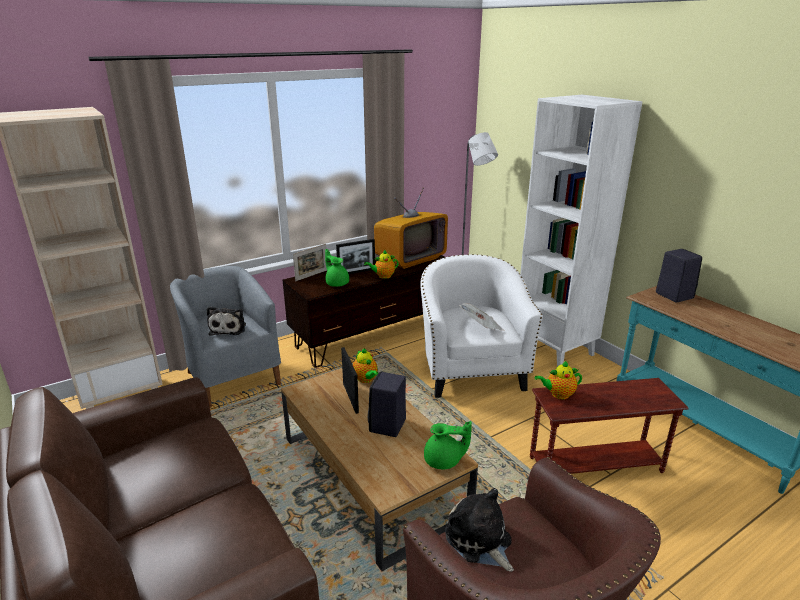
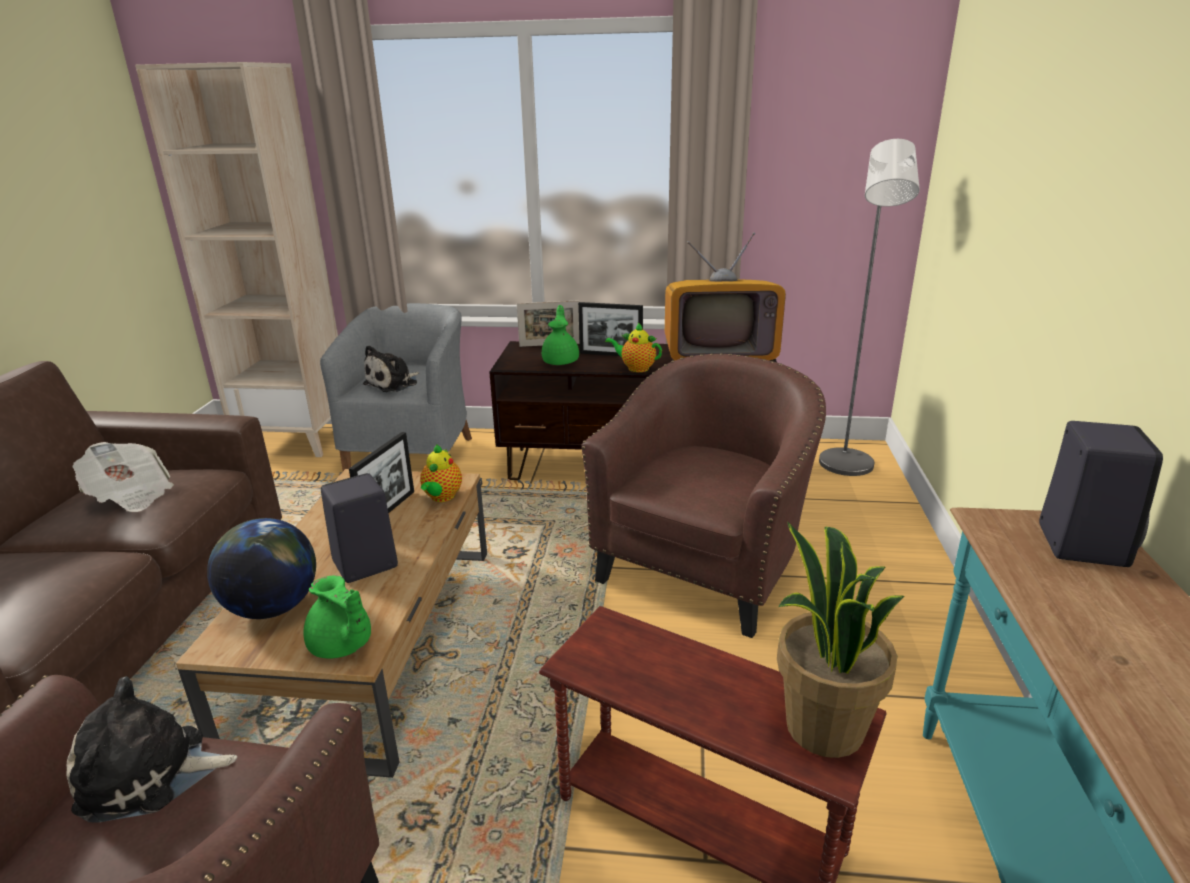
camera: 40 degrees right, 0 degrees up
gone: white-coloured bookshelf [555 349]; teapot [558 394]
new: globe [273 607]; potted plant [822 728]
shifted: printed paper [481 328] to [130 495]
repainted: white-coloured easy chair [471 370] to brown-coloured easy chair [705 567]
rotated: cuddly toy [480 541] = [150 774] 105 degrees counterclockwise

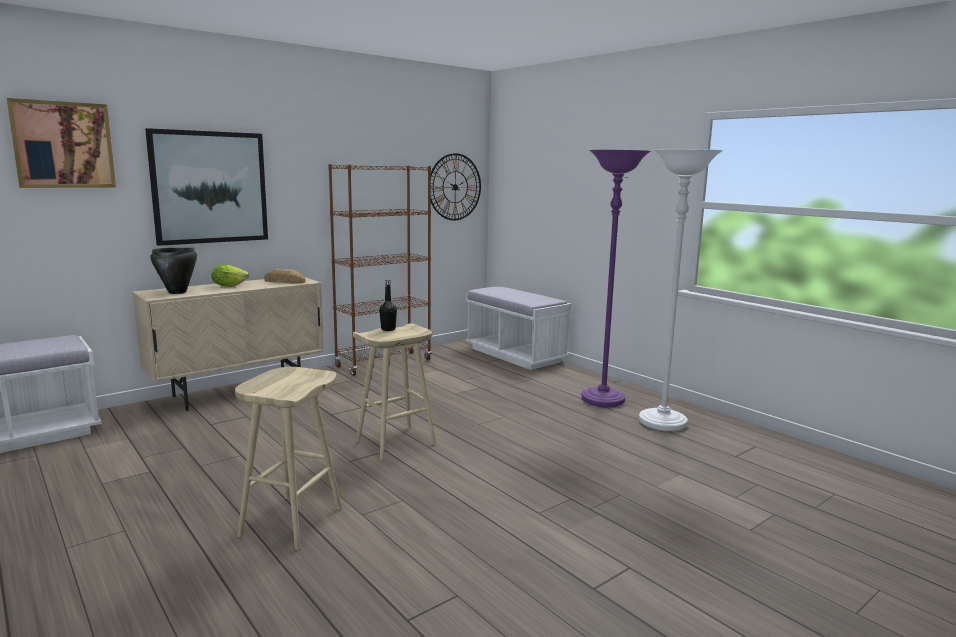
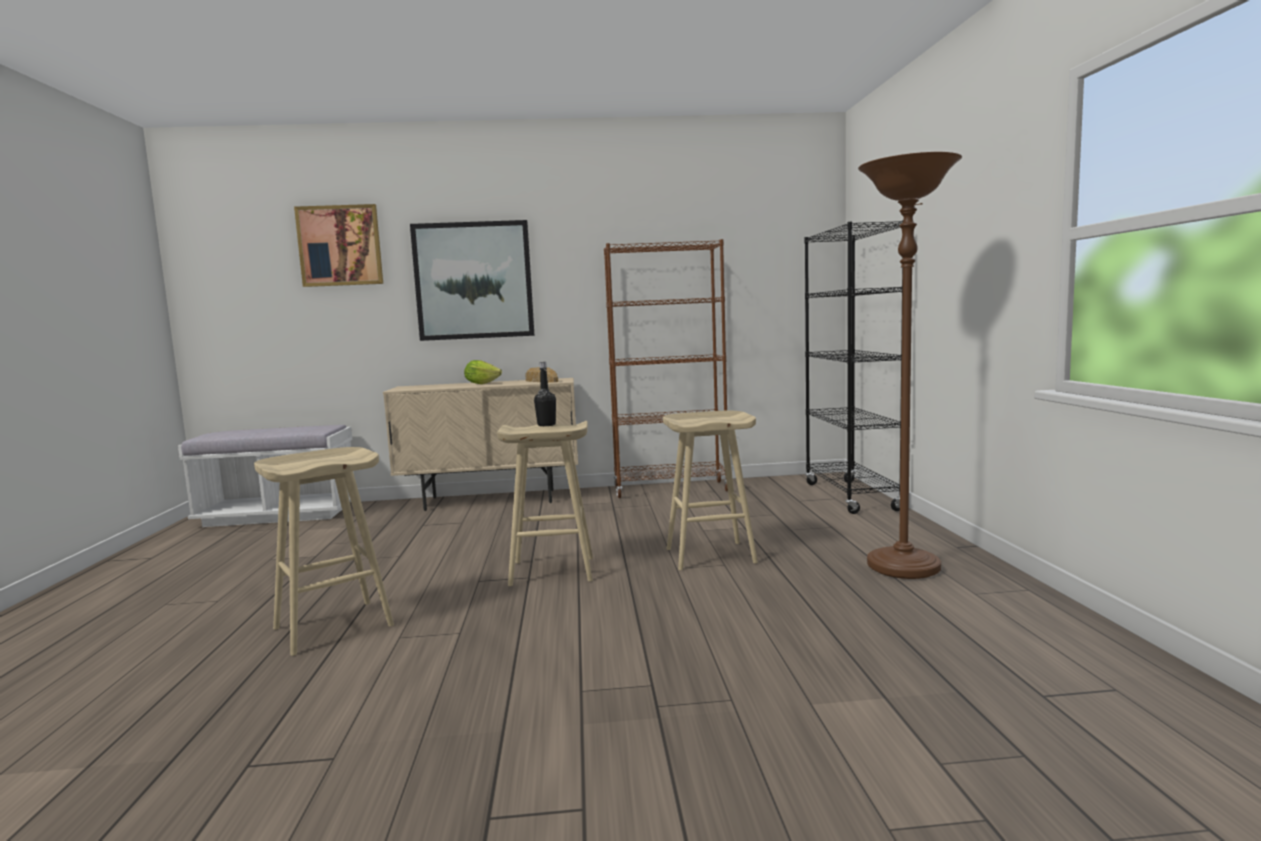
camera: 35 degrees right, 5 degrees down
gone: black-coloured saucepot [177 292]; hanging clock [455 187]; white-coloured standing lamp [662 423]
new: beige-coloured stool seat [711 555]
swapped: white-coloured bench [515 355] to black-coloured bookshelf [851 497]
repainted: purple standing lamp [603 400] to brown-coloured standing lamp [903 567]

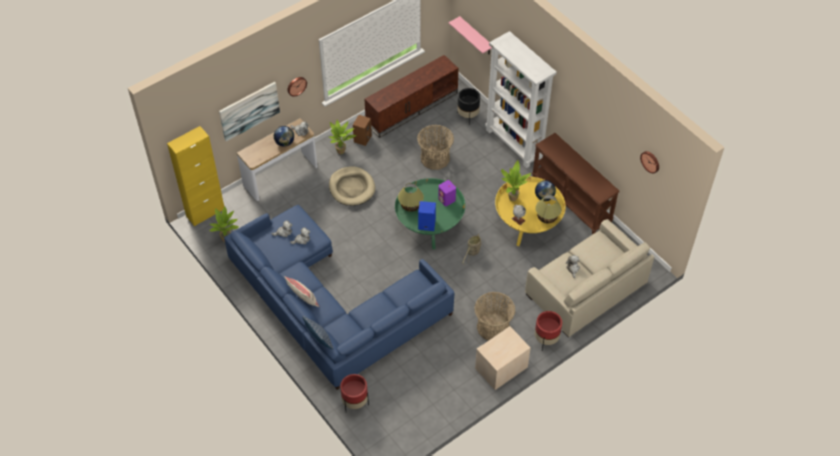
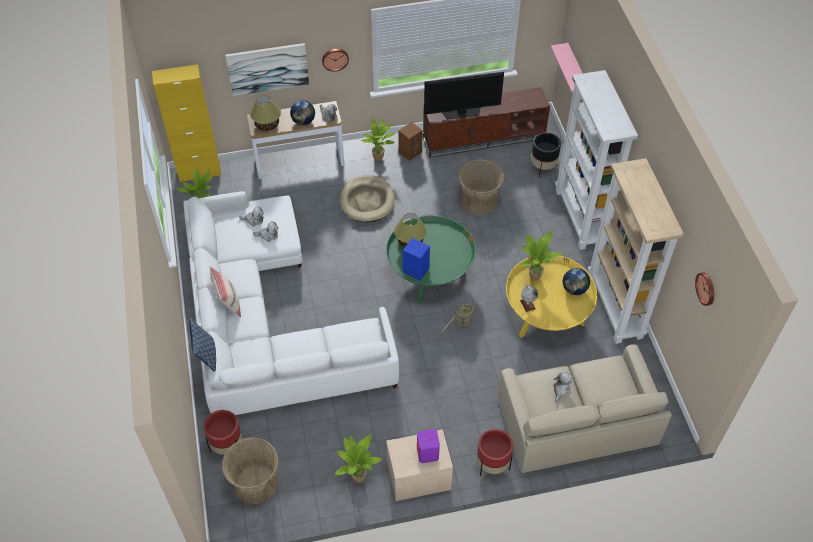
camera: 25 degrees right, 0 degrees up
new: potted plant [357 476]; TV set [462 112]
shifted: purple speaker [447 199] to [427 453]; household basket [493 327] to [256 483]; lamp for a table [547 217] to [267 125]
swapped: brown-coloured hall table [572 200] to beige-coloured bookshelf [615 307]
repainted: blue sofa [329 304] to white-coloured sofa [267 320]

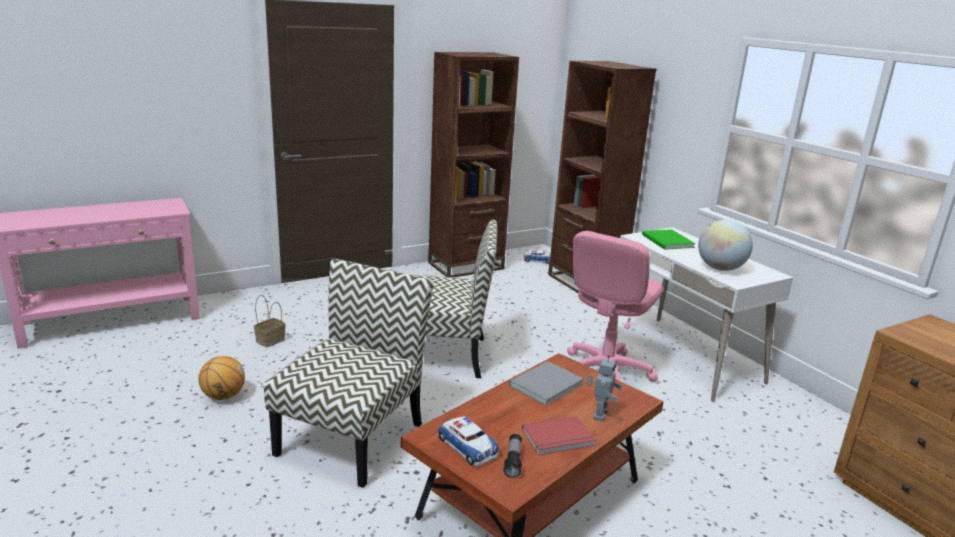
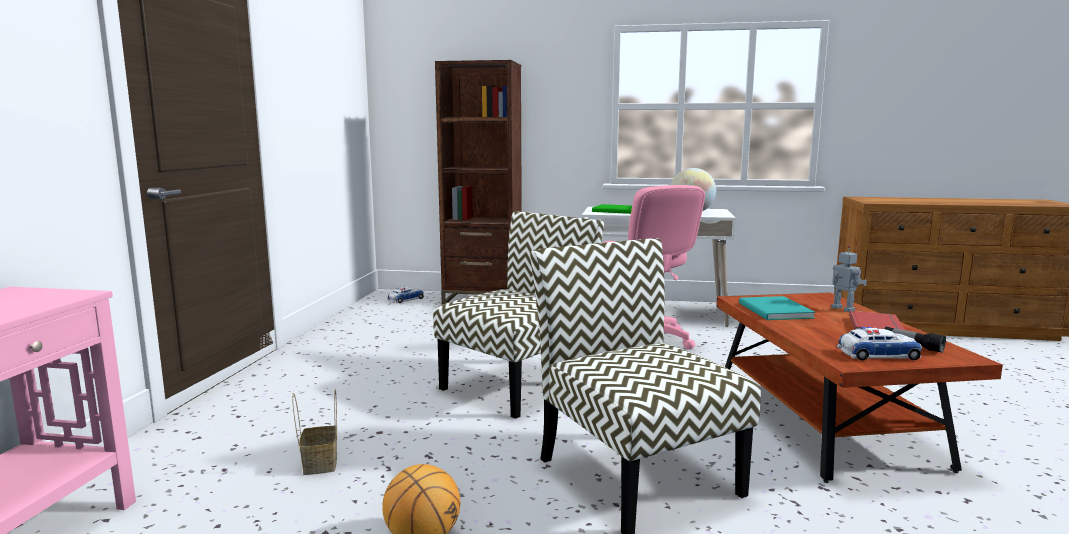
camera: 50 degrees left, 10 degrees down
gone: brown-coloured bookshelf [466 266]
repainted: gray volume [543 384] to turquoise volume [774 311]

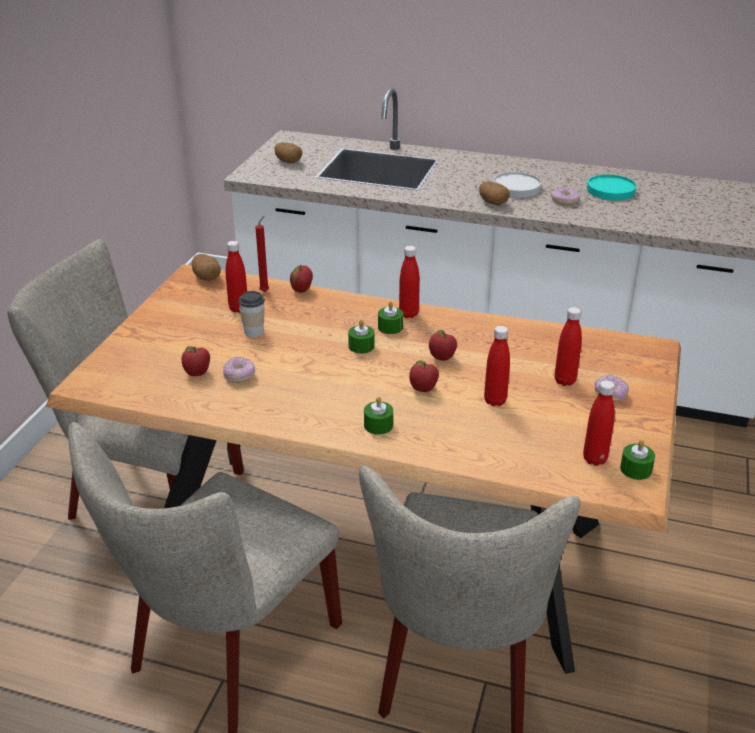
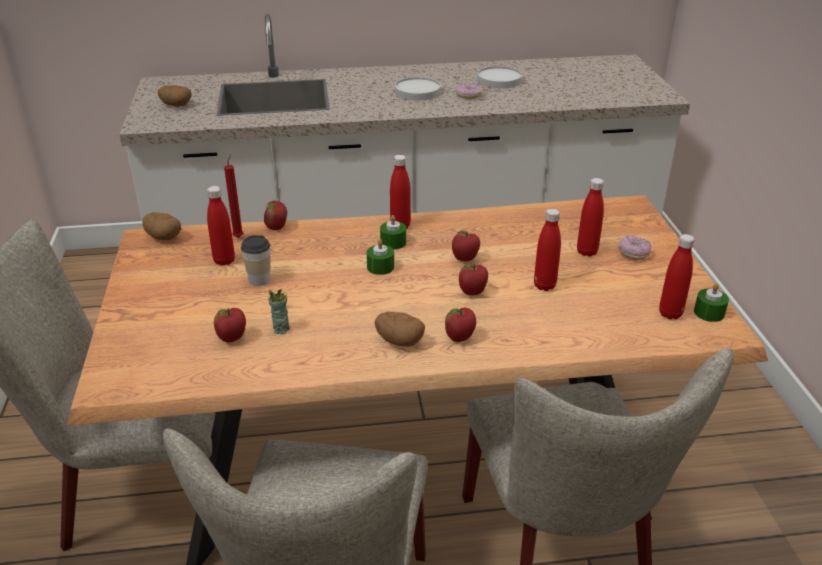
camera: 25 degrees left, 0 degrees up
shifted: potato [493 203] to [399 341]
swapped: ring doughnut [239 376] to cup [281 329]; green candle [378 425] to whole apple [460 338]
repainted: turquoise dinner plate [611 190] to white-coloured dinner plate [499 80]

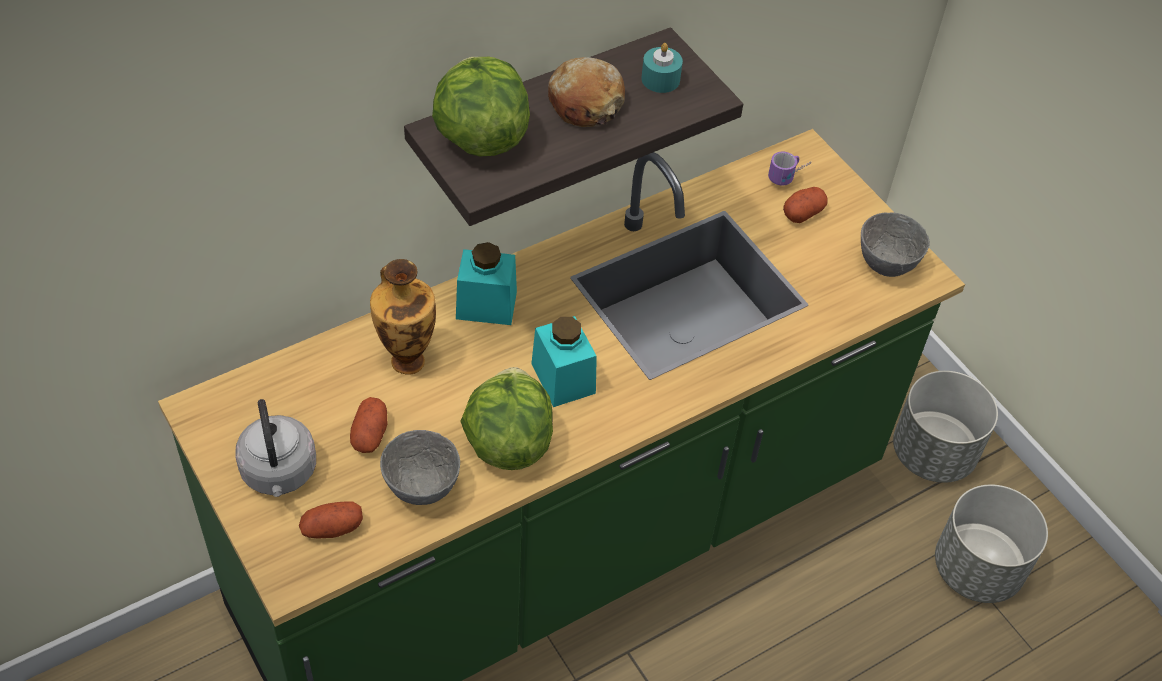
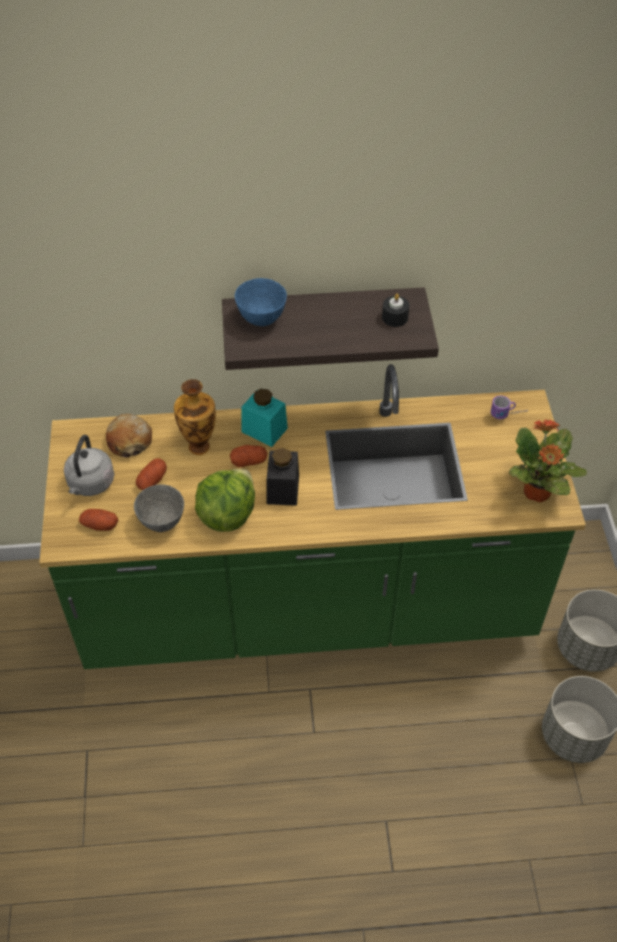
camera: 30 degrees right, 0 degrees up
shifted: baked bread [585 103] to [129 441]; potato [803 213] to [249 461]
swapped: lettuce head [480 137] to blue serving bowl [260 319]; gray serving bowl [885 265] to potted plant [536 493]
repainted: turquoise jar [563 378] to black-coloured jar [283 489]; turquoise candle [660 79] to black-coloured candle [395 317]

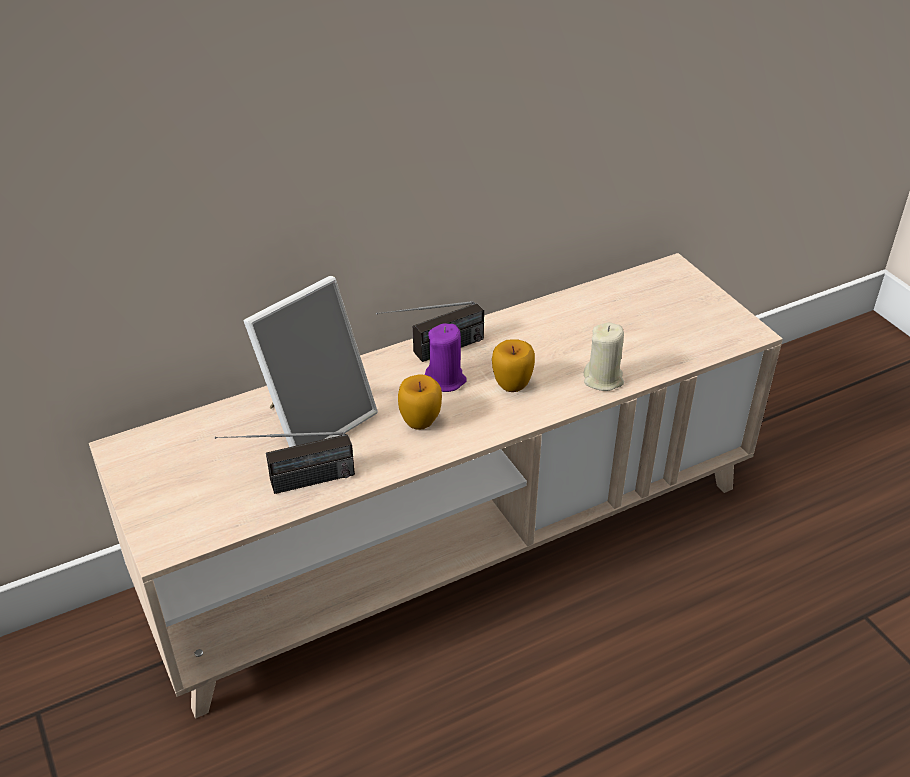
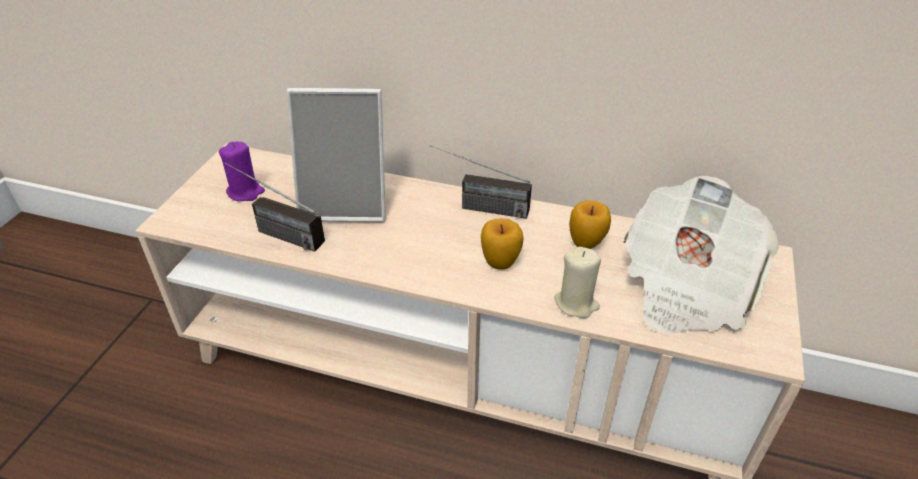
camera: 45 degrees right, 0 degrees up
new: printed paper [686 286]
shifted: whole apple [420 422] to [586 243]; purple candle [445 380] to [245 192]

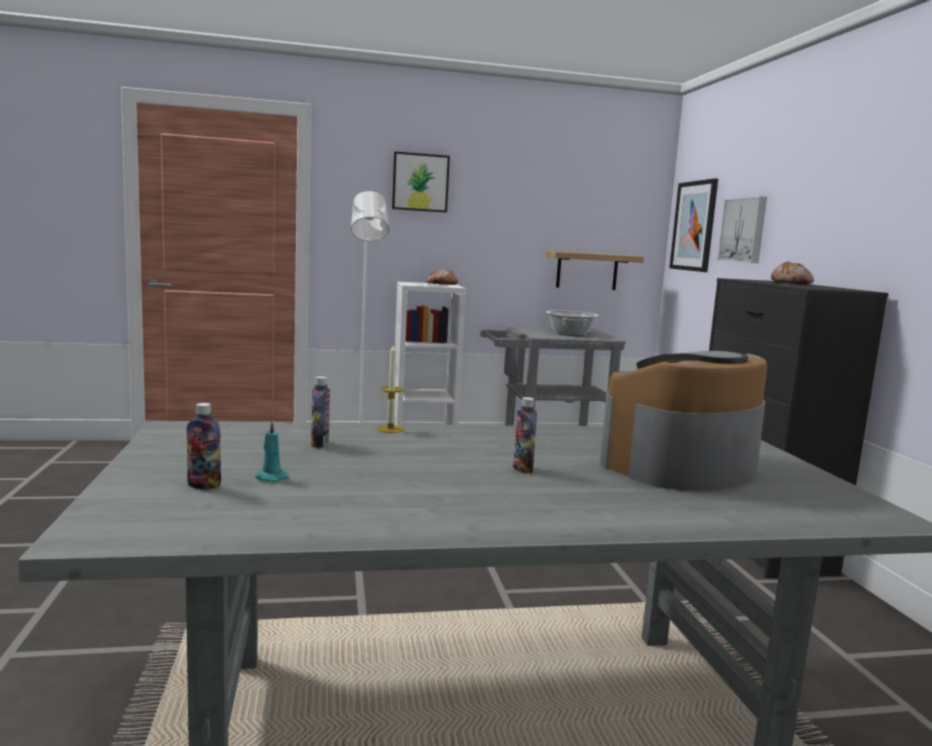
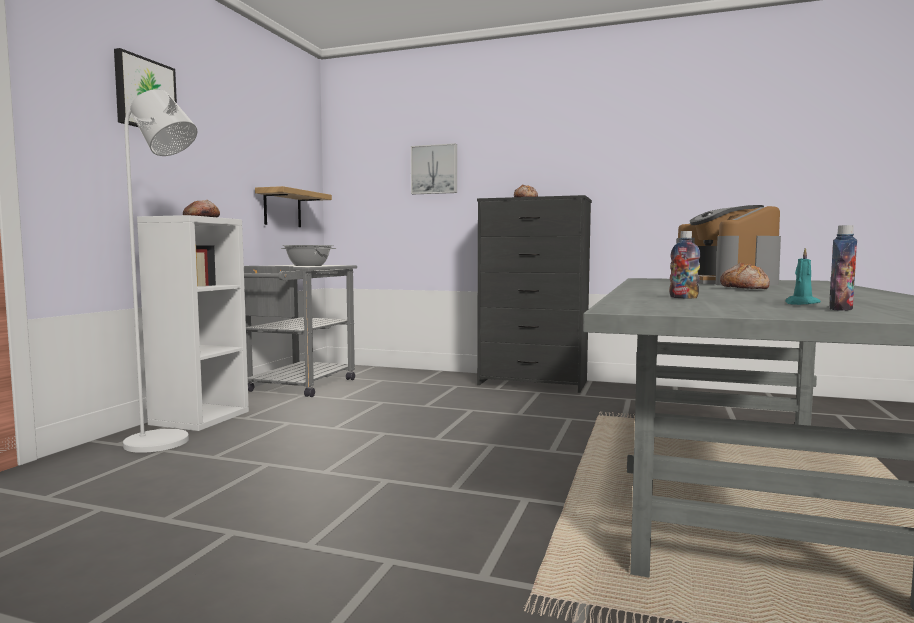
camera: 60 degrees left, 5 degrees down
gone: candle [390 429]; picture [694 226]
swapped: drink bottle [522 469] to baked bread [744 289]

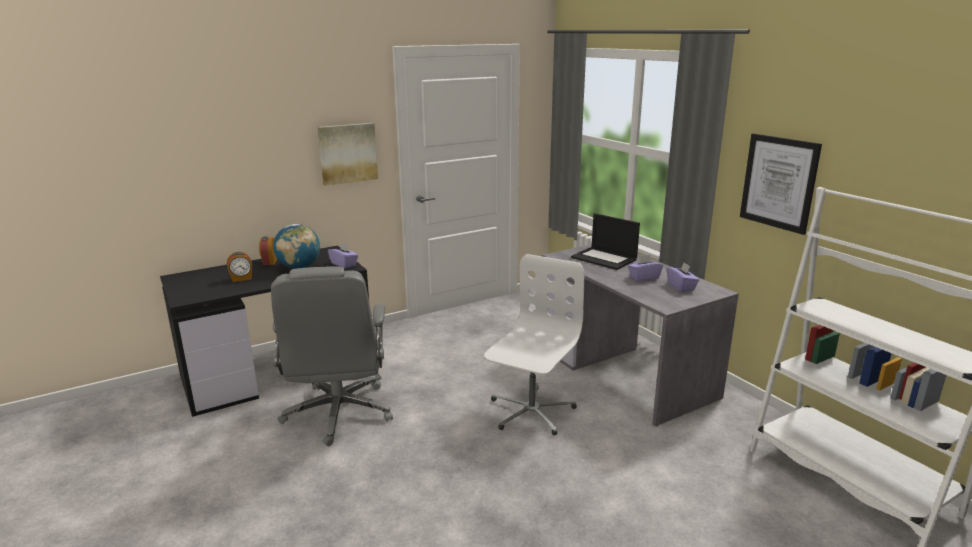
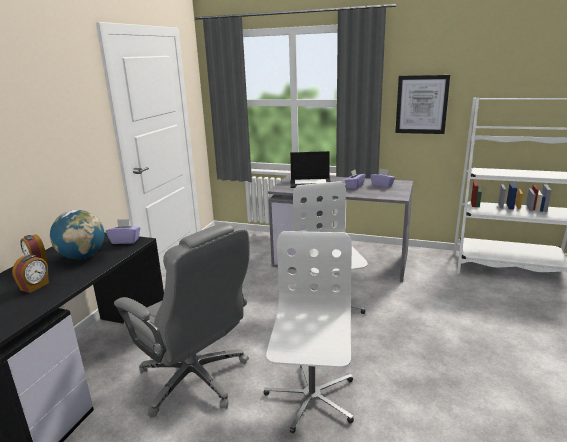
camera: 40 degrees left, 0 degrees up
gone: picture [347 153]
new: white-coloured computer chair [311 398]

